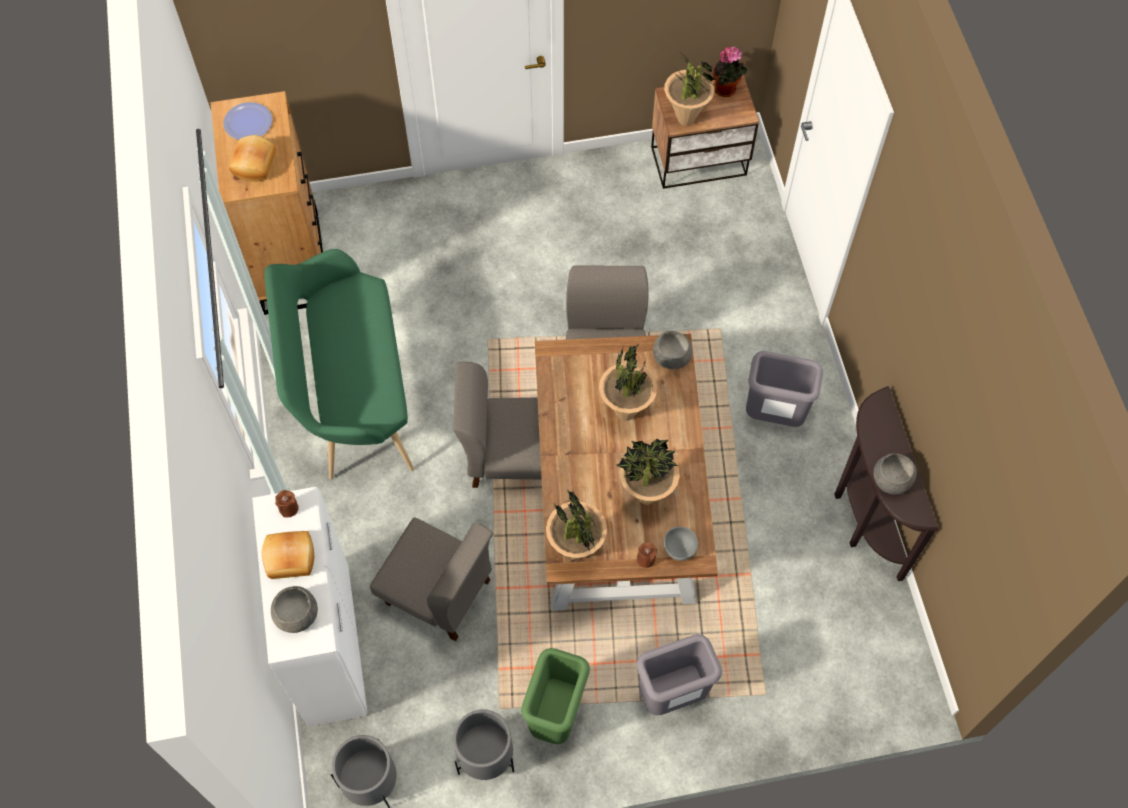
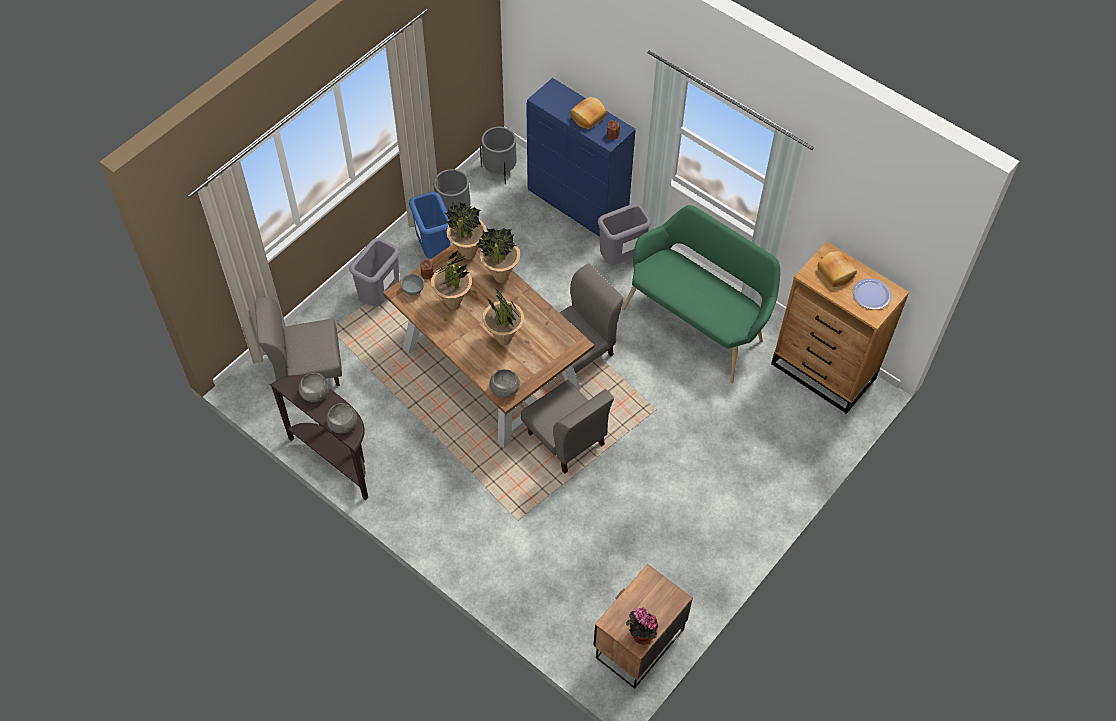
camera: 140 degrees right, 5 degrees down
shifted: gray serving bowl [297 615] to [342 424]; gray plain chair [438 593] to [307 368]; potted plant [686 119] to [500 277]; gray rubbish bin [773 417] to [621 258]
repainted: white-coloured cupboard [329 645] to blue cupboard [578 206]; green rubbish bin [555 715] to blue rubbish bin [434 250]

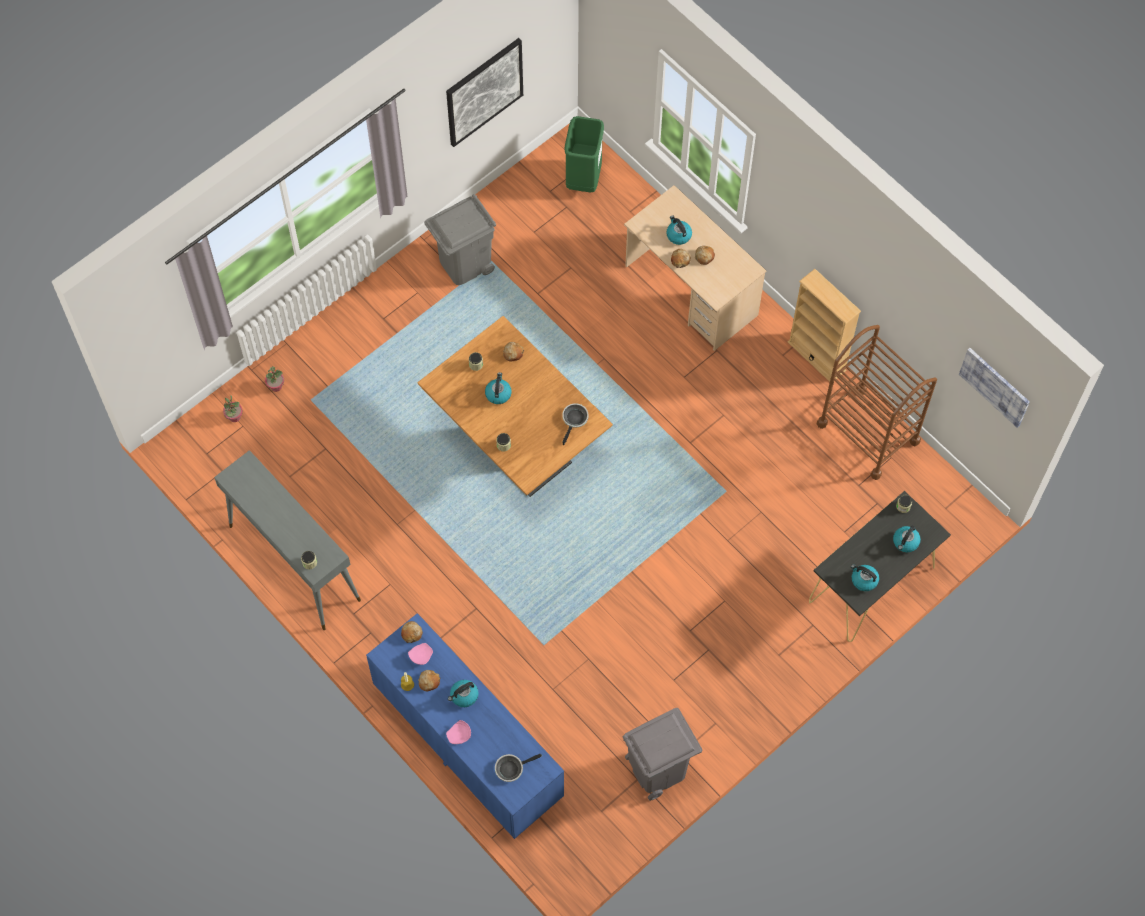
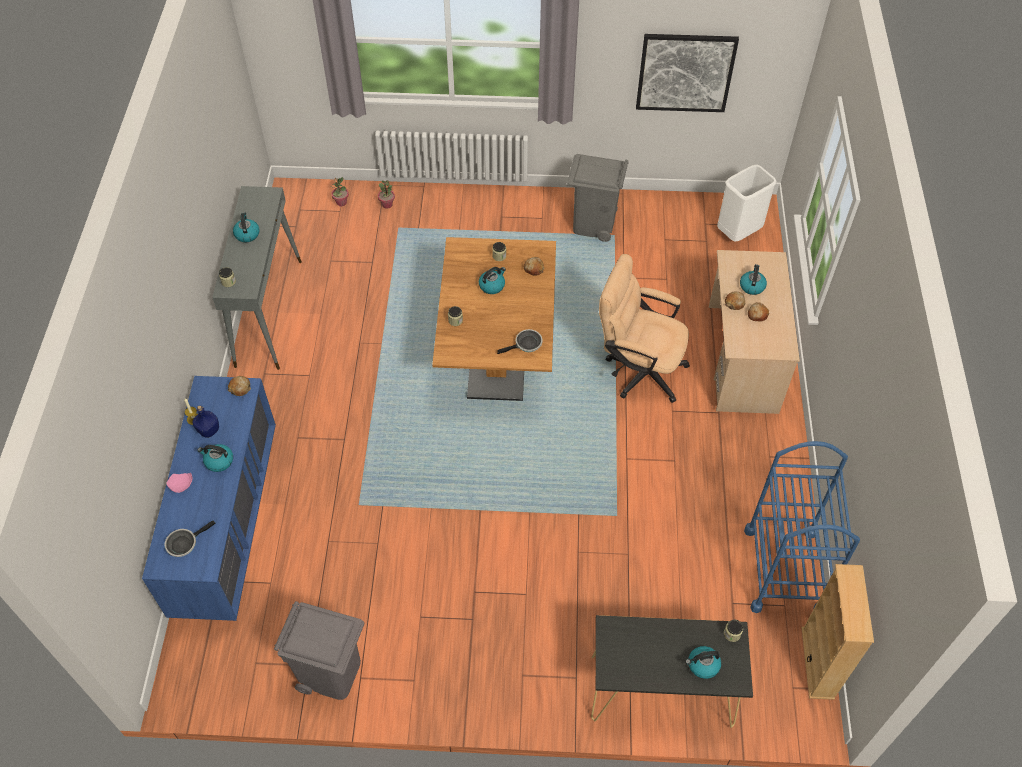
camera: 45 degrees right, 10 degrees down
gone: pink-coloured dinner plate [420 655]; picture [995 386]
new: beige-coloured computer chair [638 369]
shifted: beige-coloured bookshelf [817 356] to [818 663]; kettle [863 580] to [247 234]
swapped: baked bread [429 682] to blue drink bottle [209 430]
repainted: green rubbish bin [583 179] to white-coloured rubbish bin [738 233]; brown-coloured cart [868 432] to blue cart [783 570]
rotated: frying pan [511 768] = [184 543] 60 degrees counterclockwise

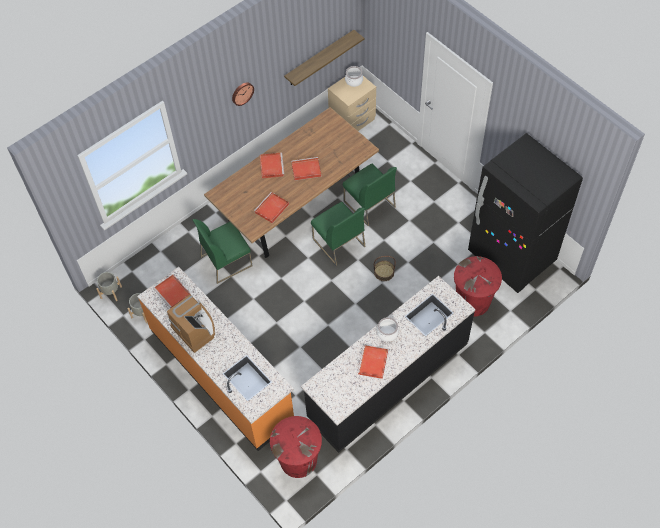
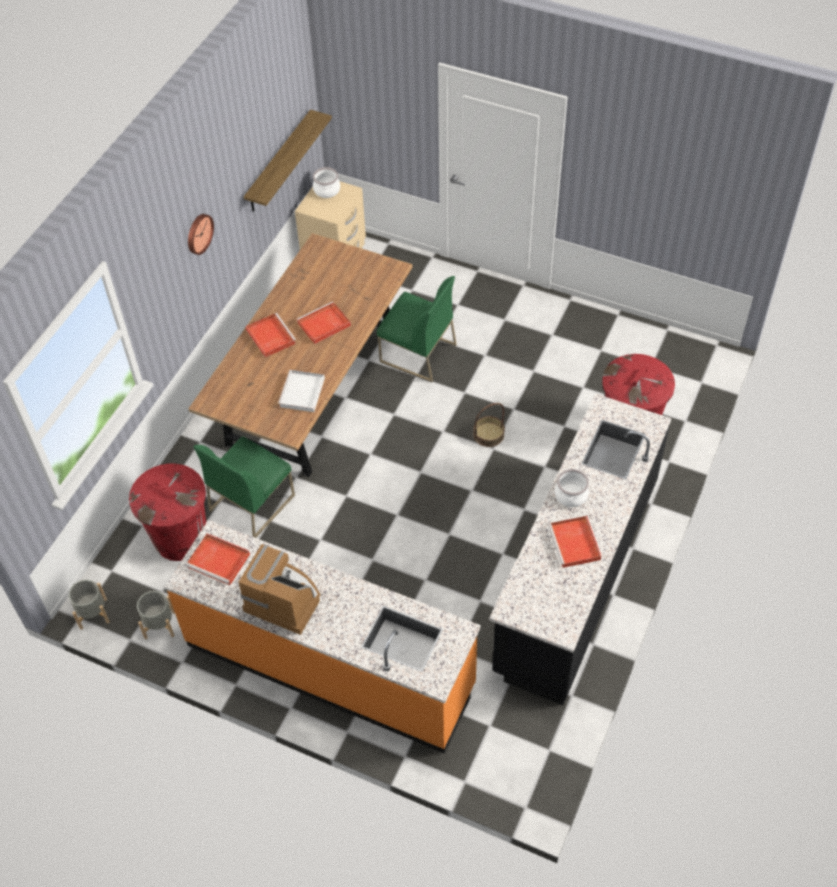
camera: 25 degrees left, 5 degrees down
gone: green plain chair [338 242]; black-coloured fridge [511 257]
shifted: red-coloured rubbish bin [298 459] to [181 537]
repainted: red-coloured serving tray [271 209] to white-coloured serving tray [302 393]

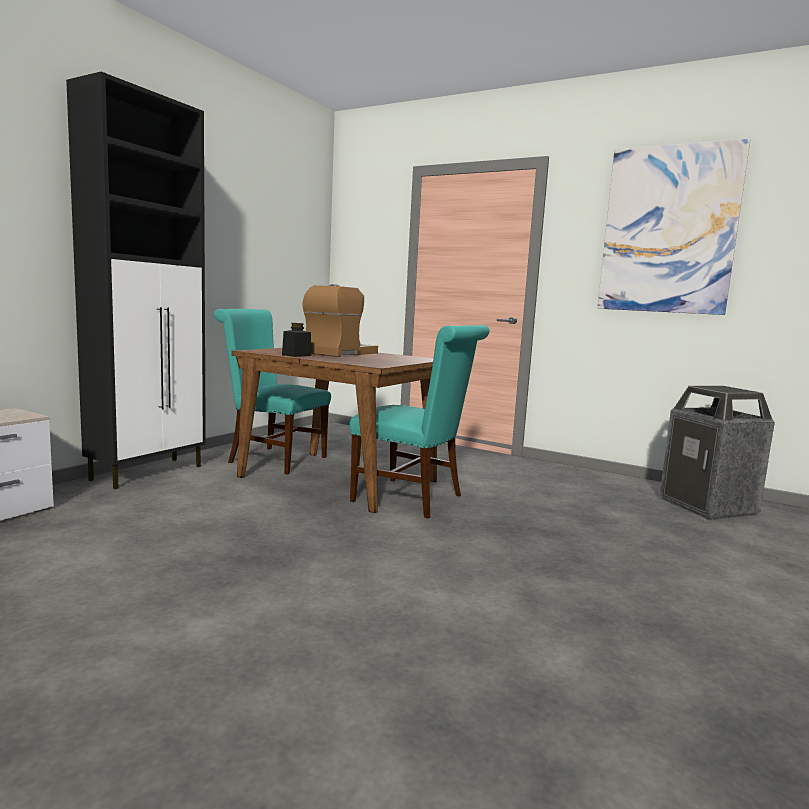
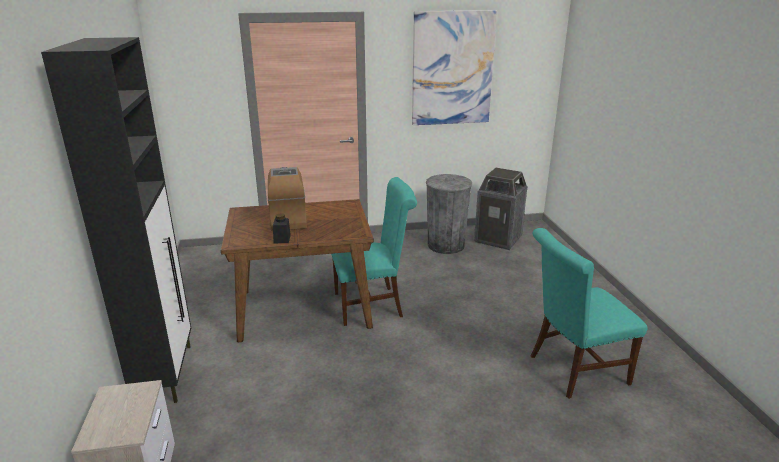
camera: 40 degrees left, 15 degrees up
new: gray rubbish bin [446 245]
shifted: turquoise plain chair [272 459] to [573 370]

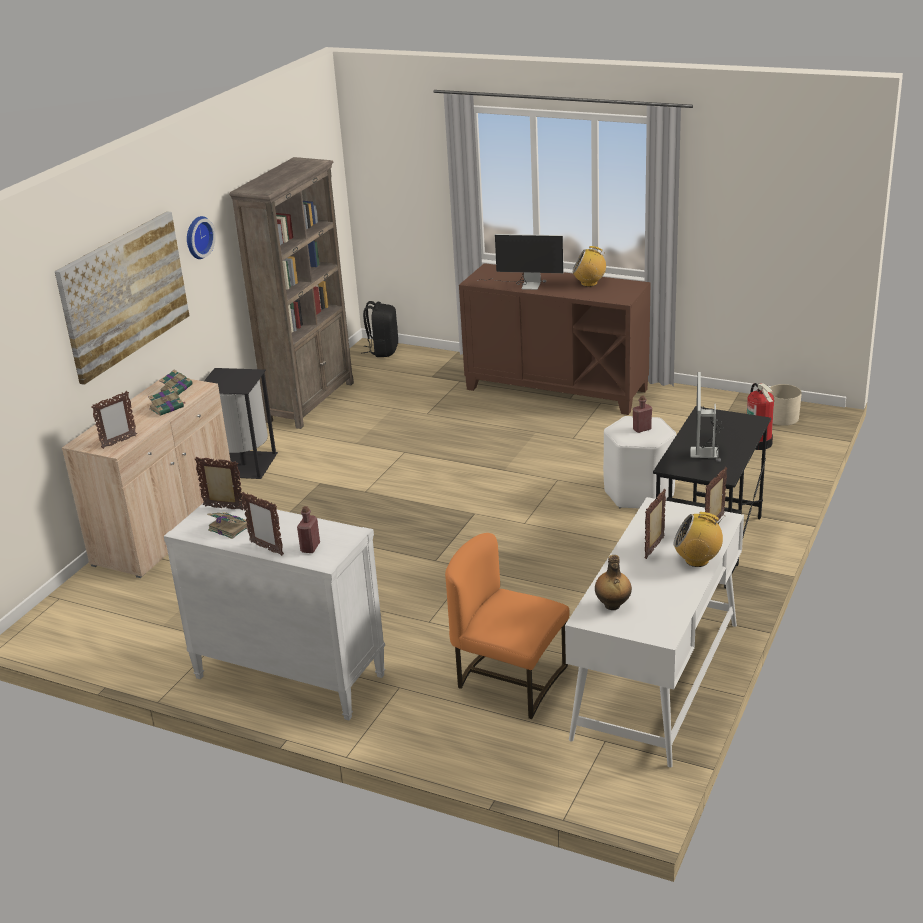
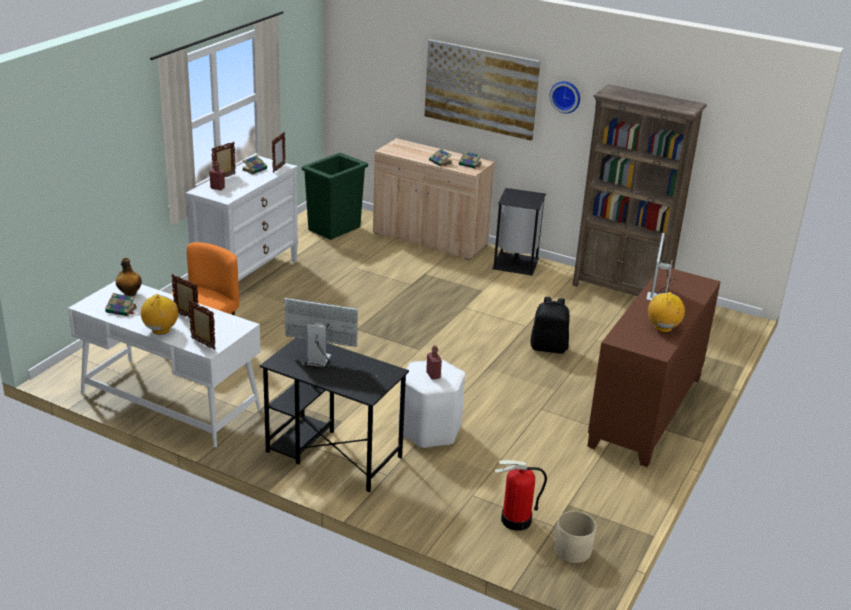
camera: 90 degrees right, 0 degrees up
gone: photo frame [119 442]
new: volume [122 310]; green rubbish bin [335 228]
shifted: black-coloured rucksack [383 351] to [549 347]

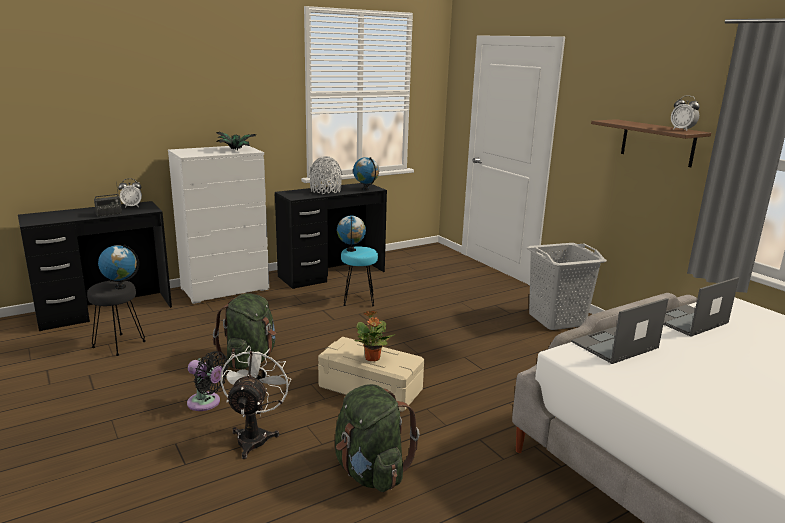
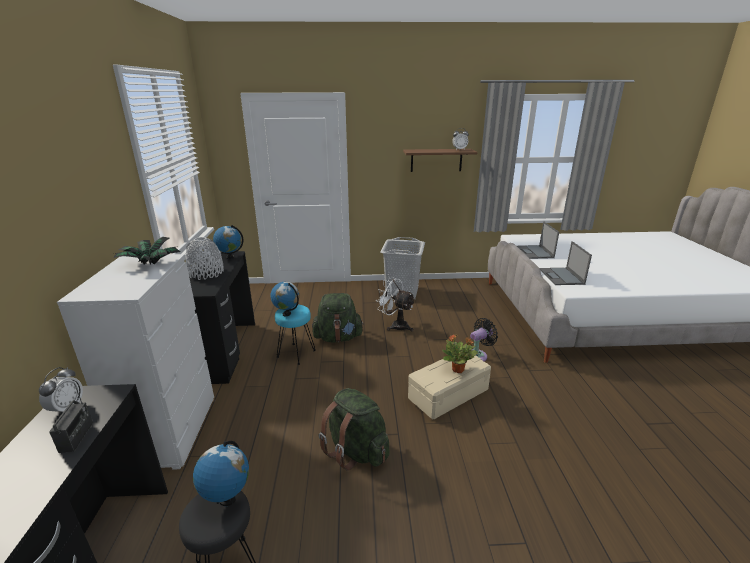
camera: 60 degrees left, 5 degrees up
shifted: black-coloured fan [206 403] to [478 355]; white-coloured fan [254 436] to [395 325]; green rucksack [370 472] to [338 338]

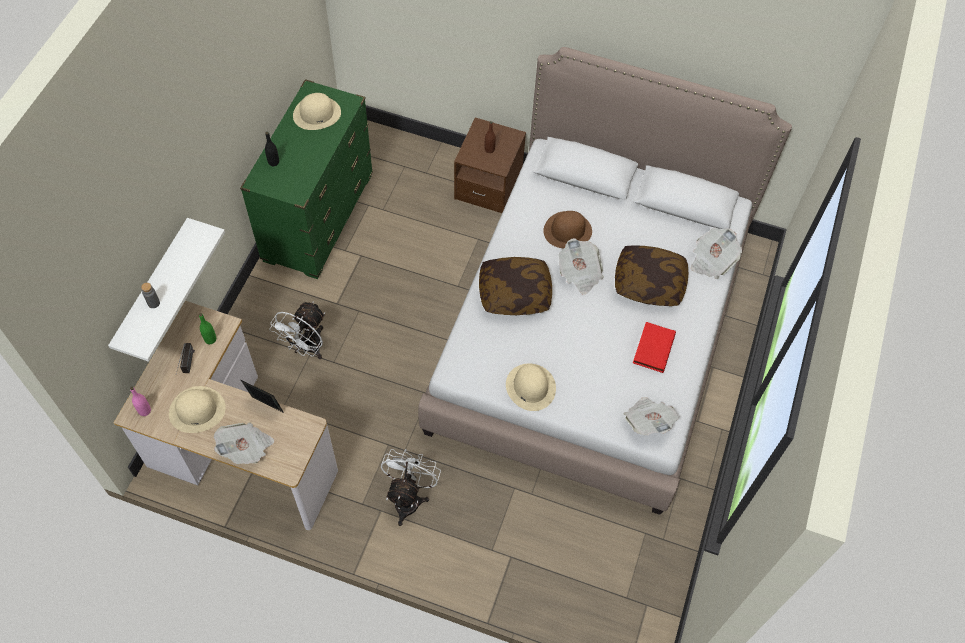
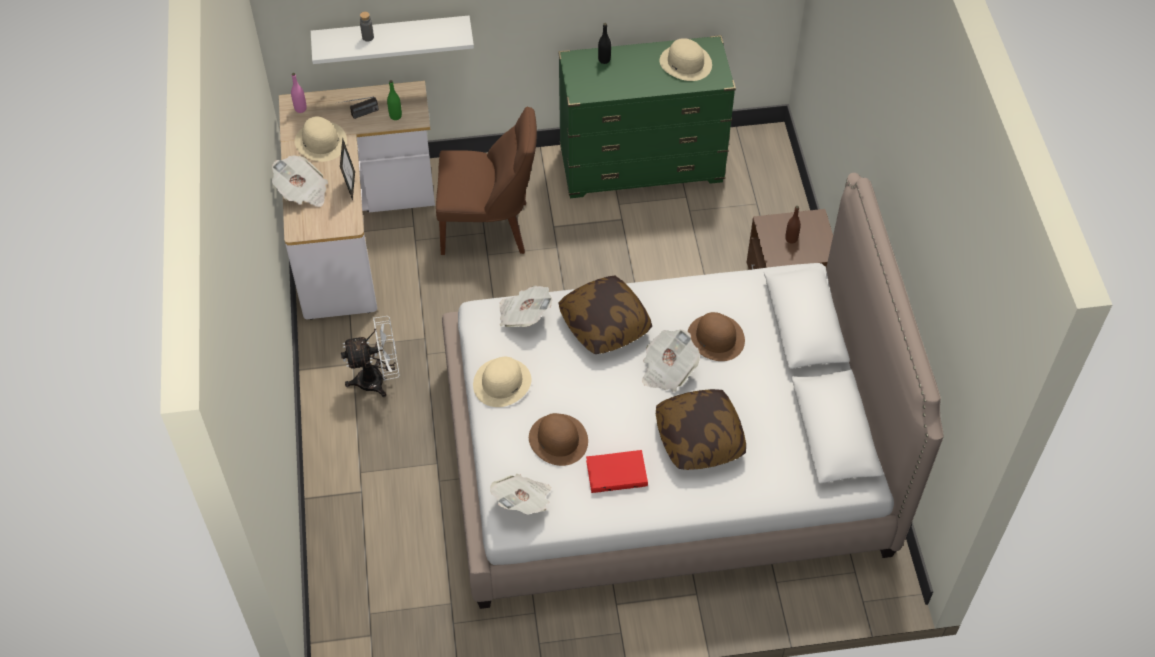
camera: 65 degrees right, 5 degrees down
new: brown-coloured hat [558 440]
shifted: printed paper [711 260] to [524 315]
swapped: white-coloured fan [307 348] to brown-coloured plain chair [489 227]

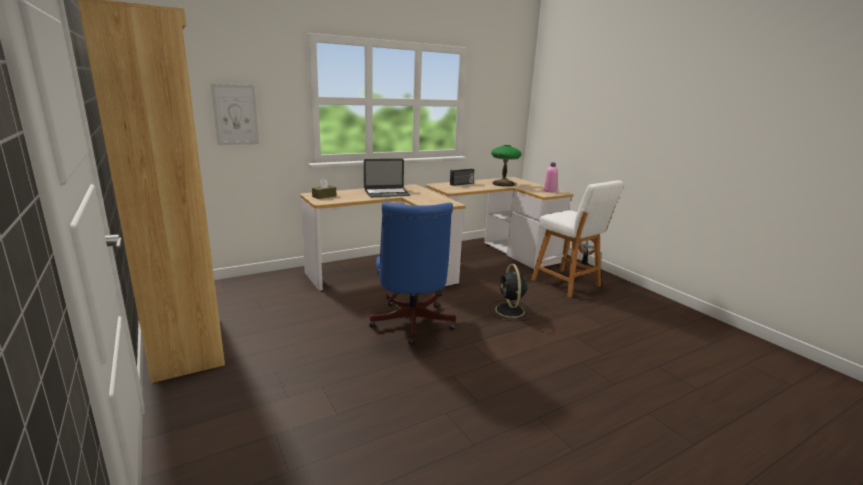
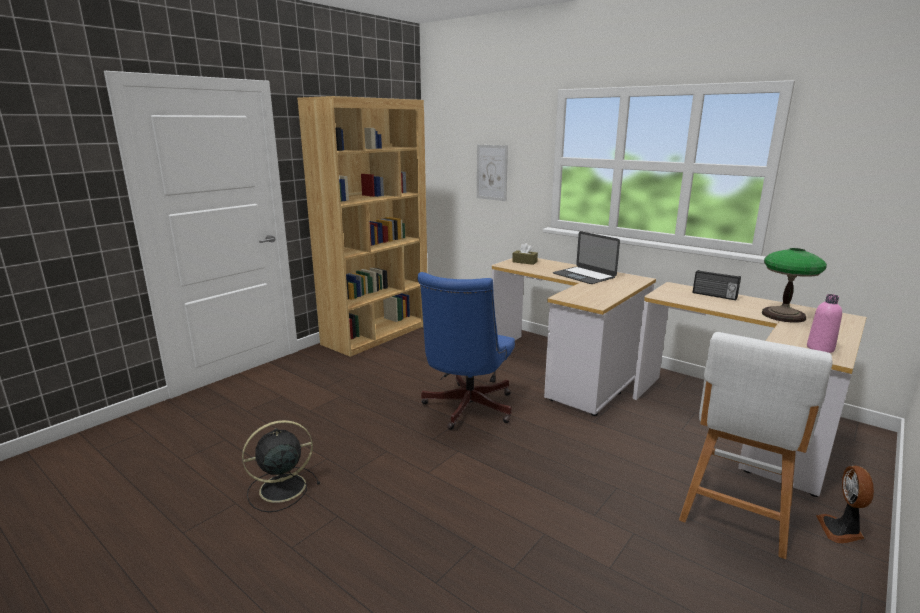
camera: 70 degrees right, 0 degrees up
shifted: black-coloured fan [510 311] to [280 488]
rotated: blue computer chair [411 325] = [466 409] 45 degrees counterclockwise

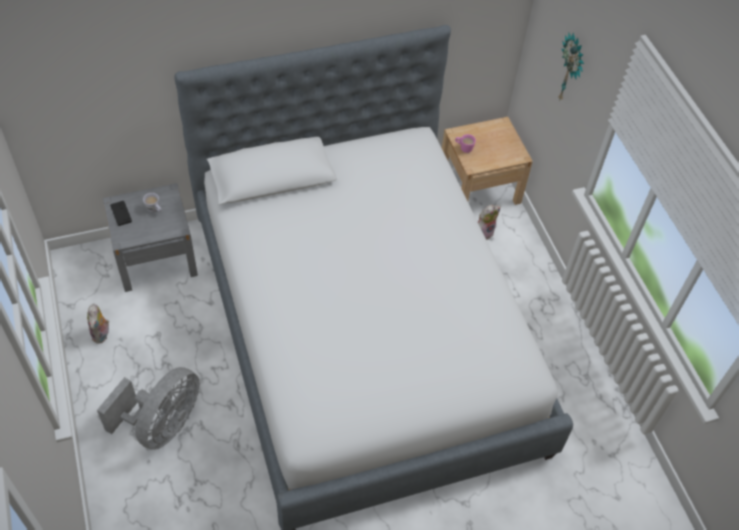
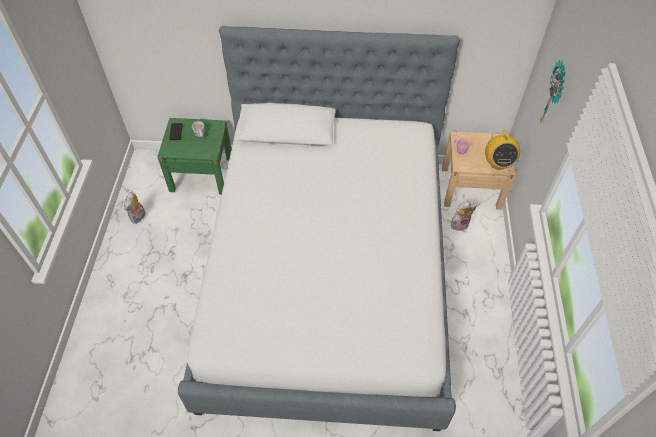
camera: 25 degrees right, 0 degrees up
gone: gray fan [162 425]
new: radio receiver [498 163]
repainted: gray bedside table [155 258] to green bedside table [201 174]

